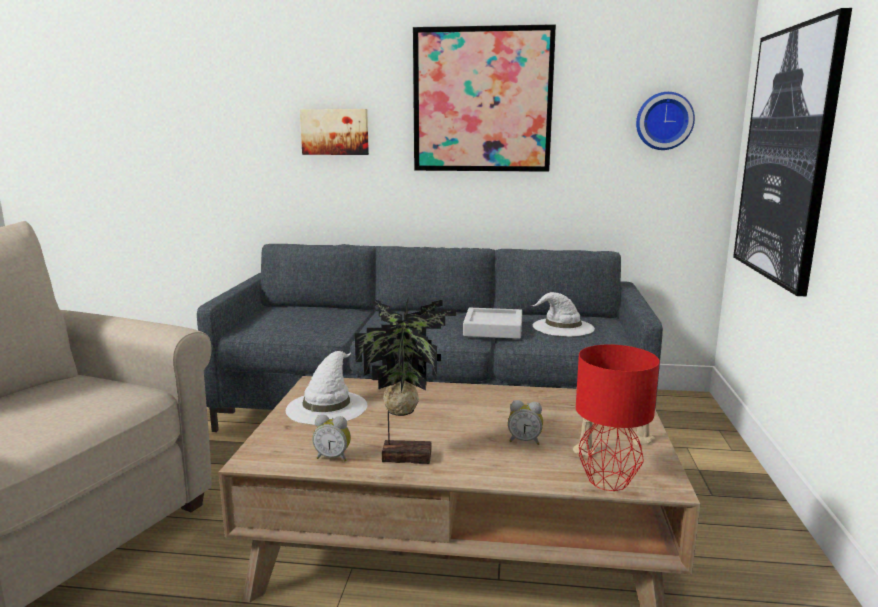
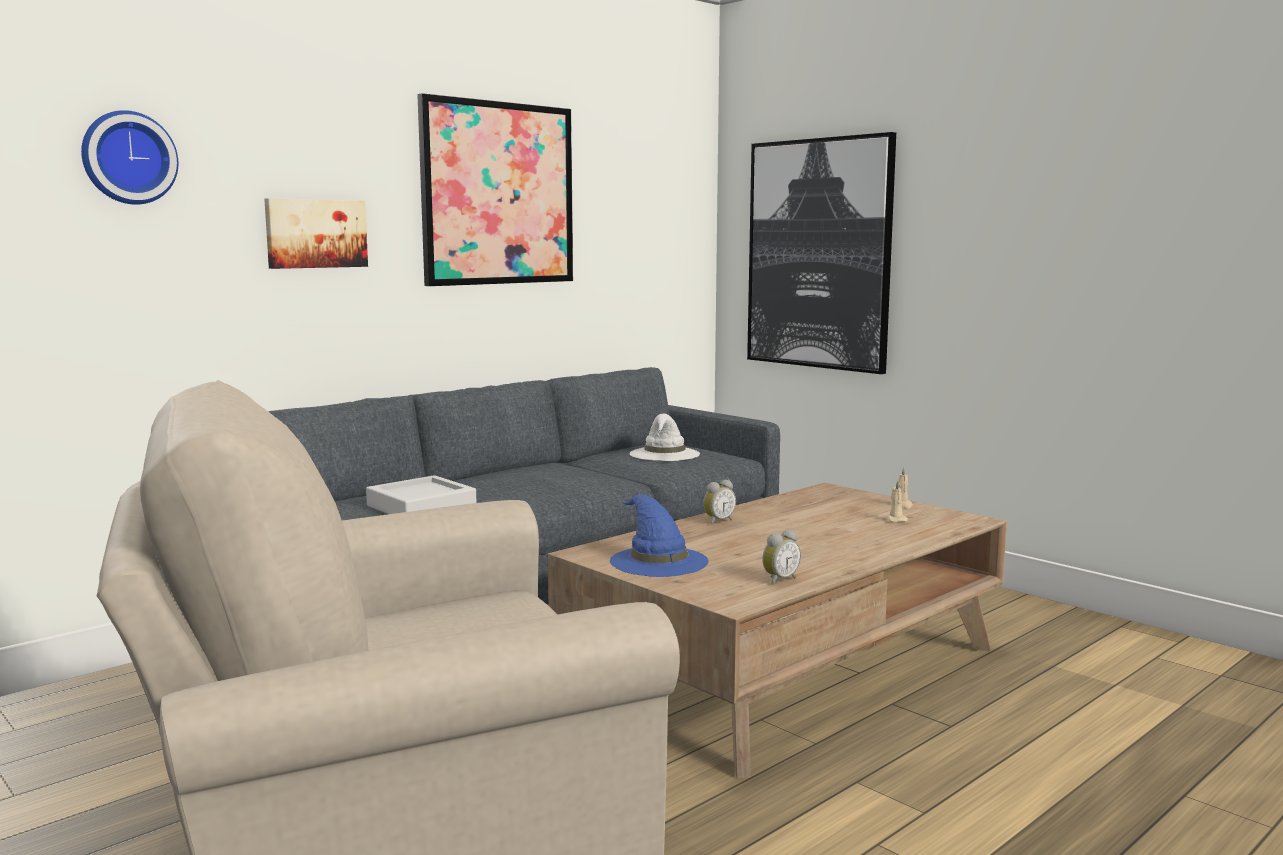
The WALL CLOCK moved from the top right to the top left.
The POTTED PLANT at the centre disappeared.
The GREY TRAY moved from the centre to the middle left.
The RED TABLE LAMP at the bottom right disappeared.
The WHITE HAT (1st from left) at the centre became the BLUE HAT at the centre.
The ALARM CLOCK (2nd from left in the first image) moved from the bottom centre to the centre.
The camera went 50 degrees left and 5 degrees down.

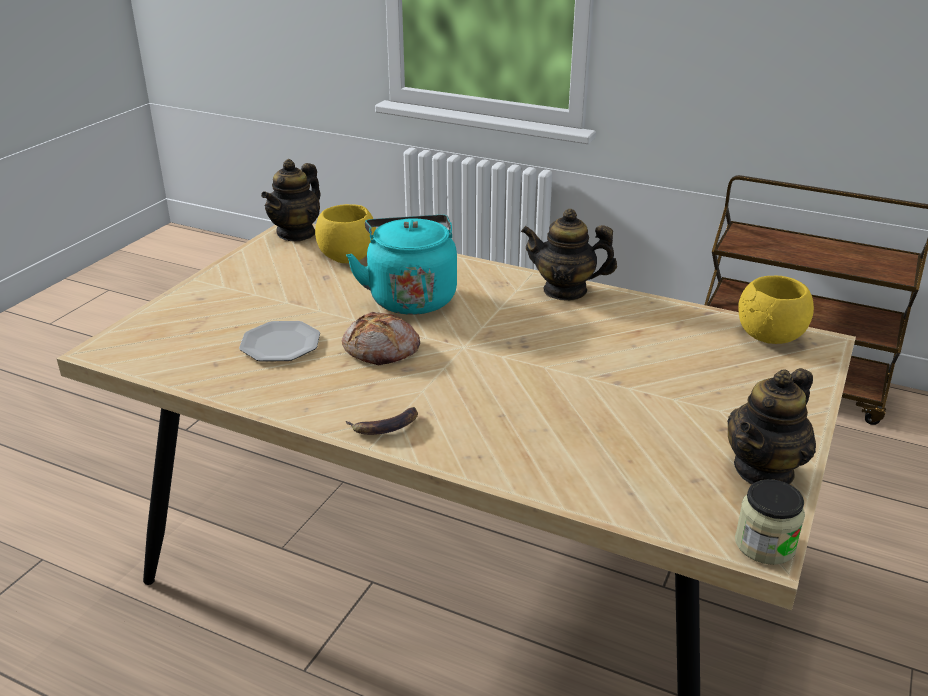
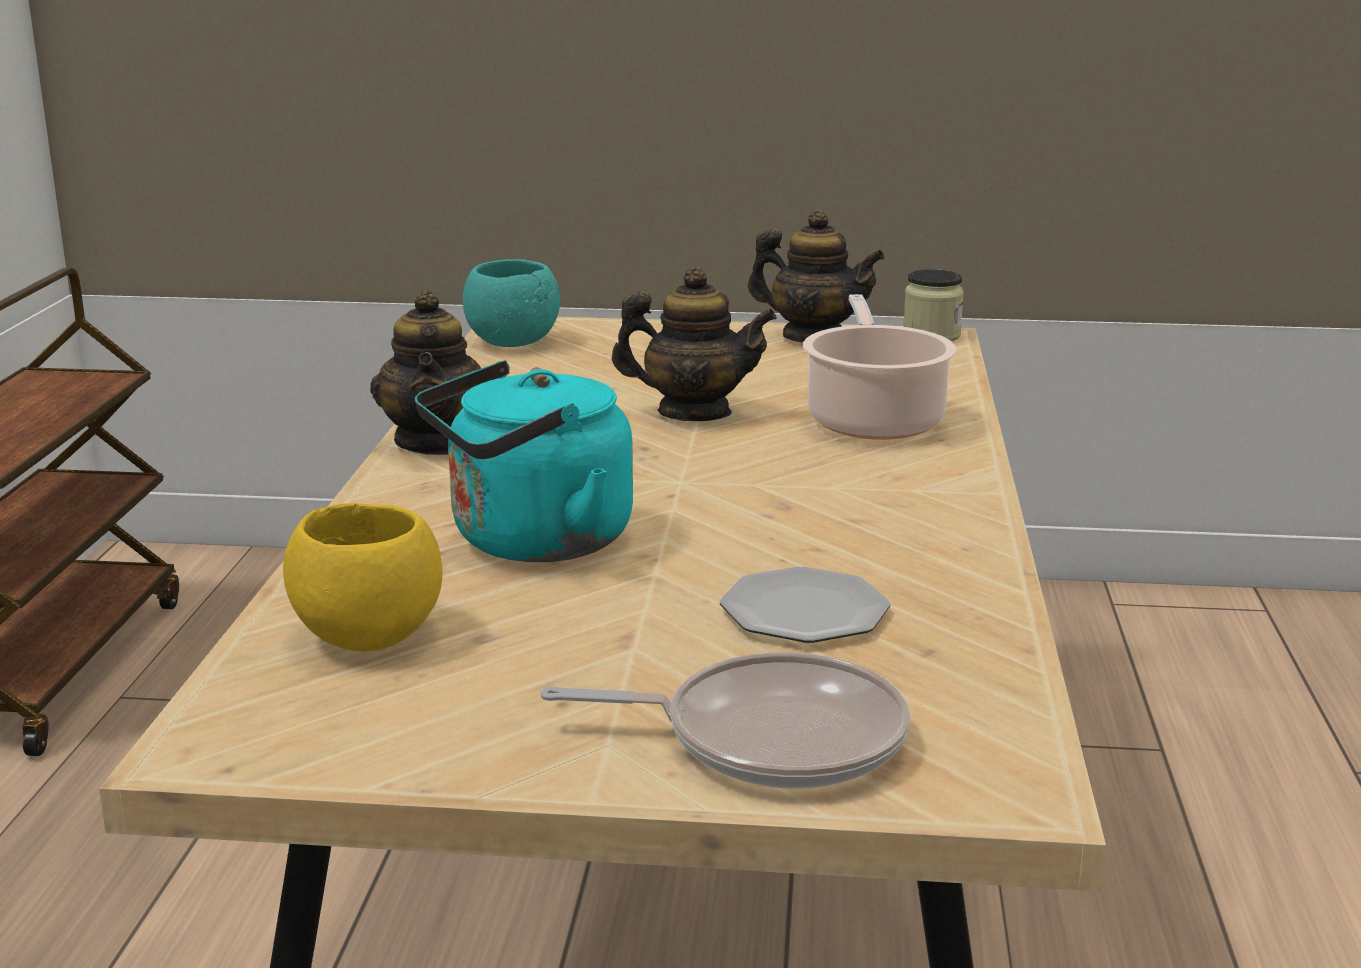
The TEAPOT (1st from left in the first image) moved from the top left to the centre.
The YELLOW BOWL (2nd from left) at the middle right became the TURQUOISE BOWL at the top centre.
The BREAD at the centre disappeared.
The BANANA at the centre disappeared.
The COOKING POT at the centre appeared.
The FRYING PAN at the bottom centre appeared.
The camera went 110 degrees left and 10 degrees down.

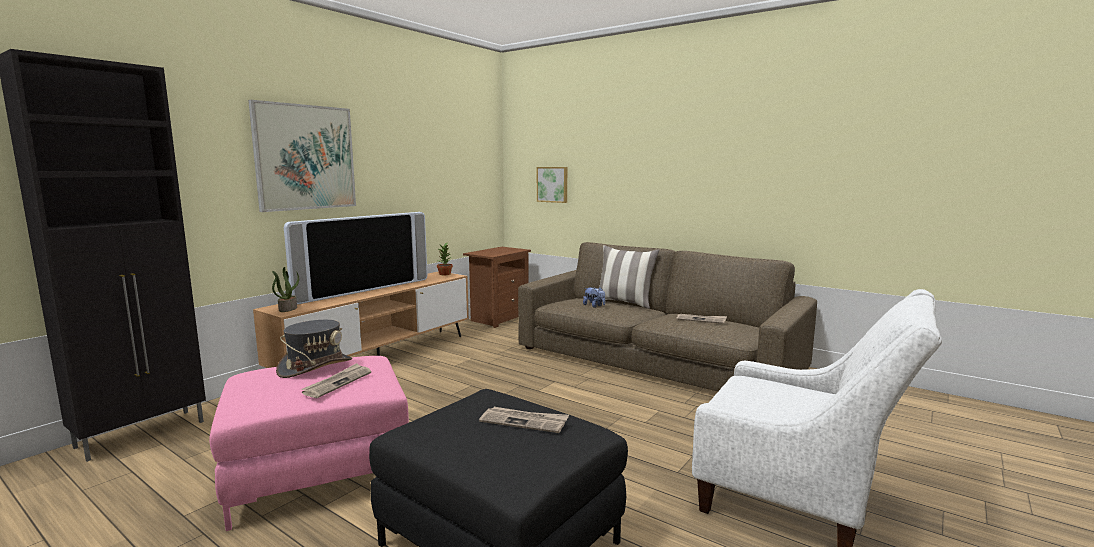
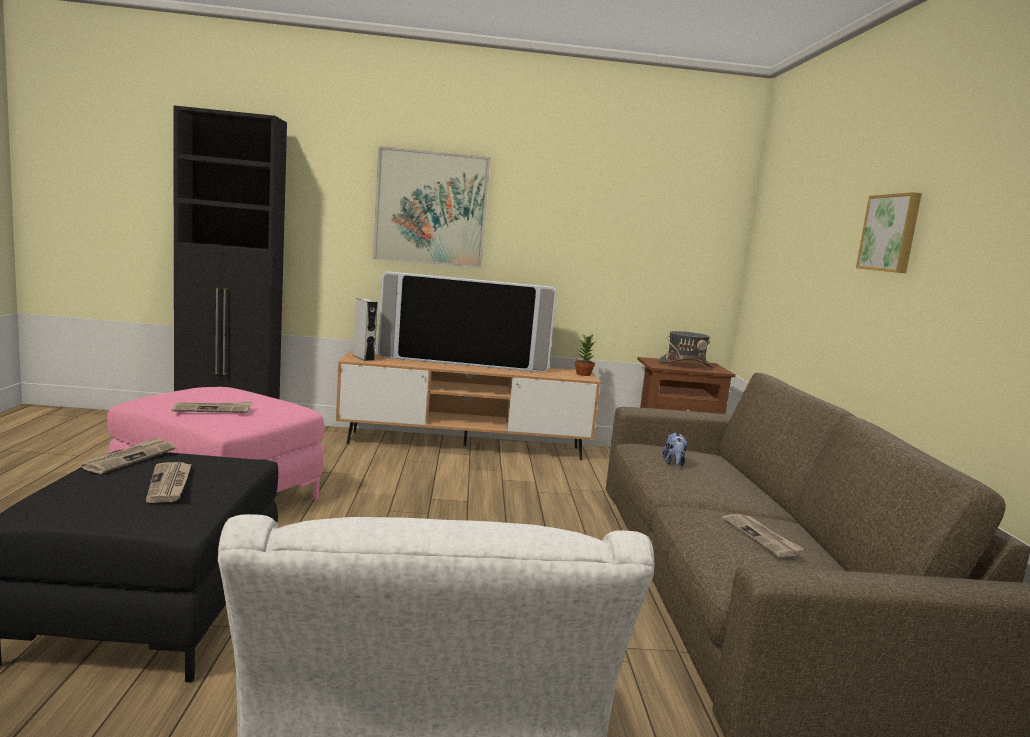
The PICTURE (2nd from left) moved from the centre to the top right.
The PILLOW at the centre disappeared.
The POTTED PLANT (1st from left) at the middle left was replaced by the GREY SPEAKER at the centre.
The GREY HAT moved from the middle left to the centre.
The NEWSPAPER (1st from left) at the middle left appeared.
The camera went 50 degrees right and 0 degrees up.

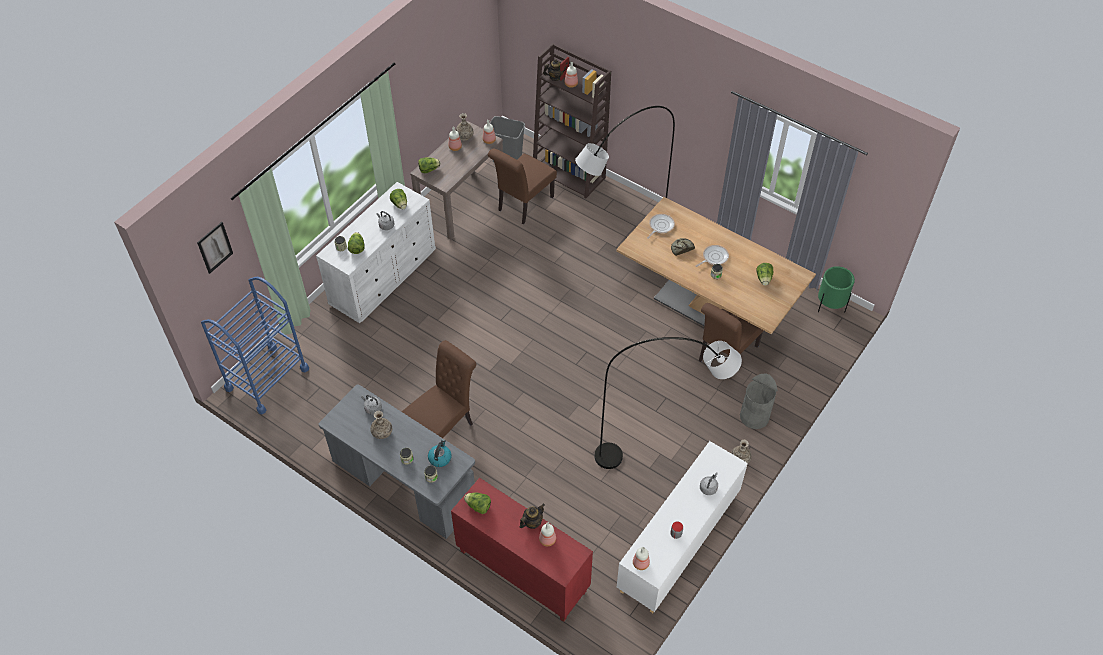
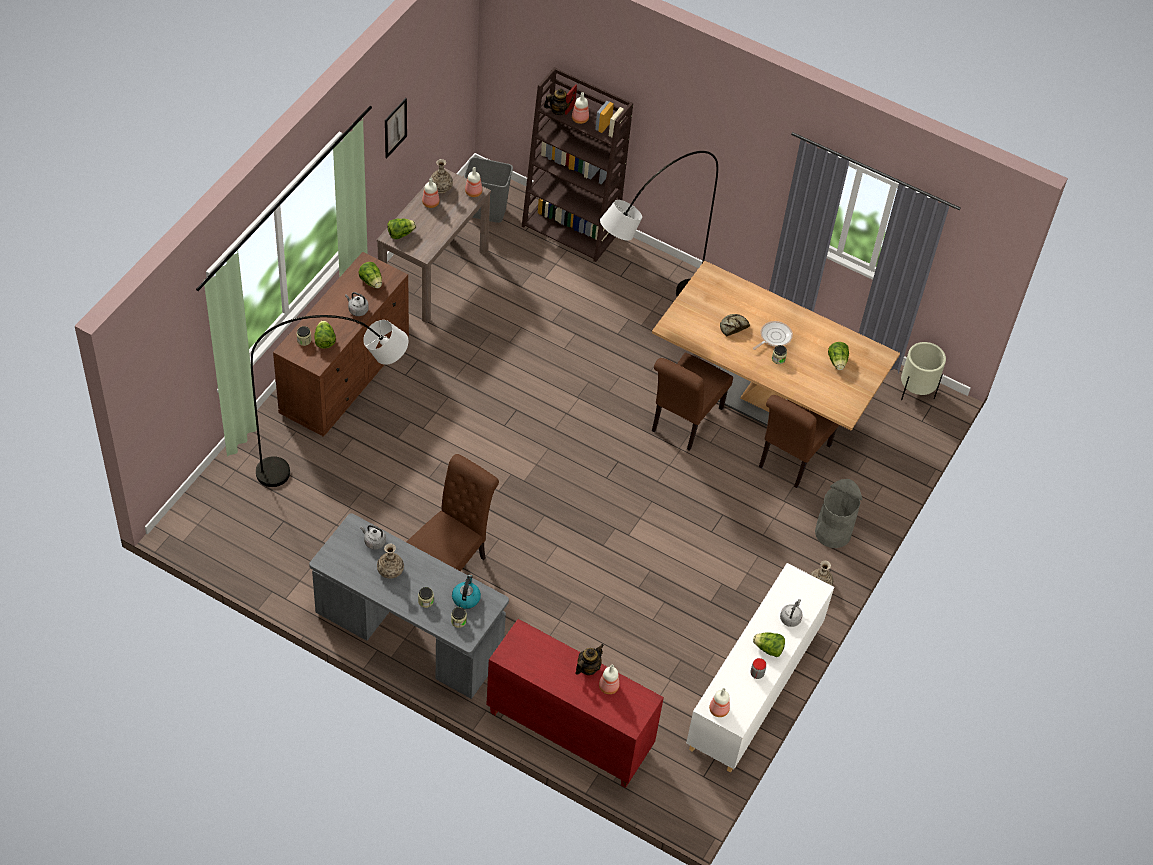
The BROWN CHAIR (2nd from left) moved from the top centre to the centre.
The WHITE DRESSER at the centre became the BROWN DRESSER at the middle left.
The FRYING PAN (1st from left) at the centre disappeared.
The PICTURE moved from the middle left to the top centre.
The GREEN PLANTER at the middle right became the BEIGE PLANTER at the middle right.
The BLUE CART at the middle left disappeared.
The GREY FLOOR LAMP (2nd from left in the first image) moved from the centre to the middle left.
The LETTUCE (4th from left) moved from the bottom centre to the bottom right.
The camera went 10 degrees left and 0 degrees up.

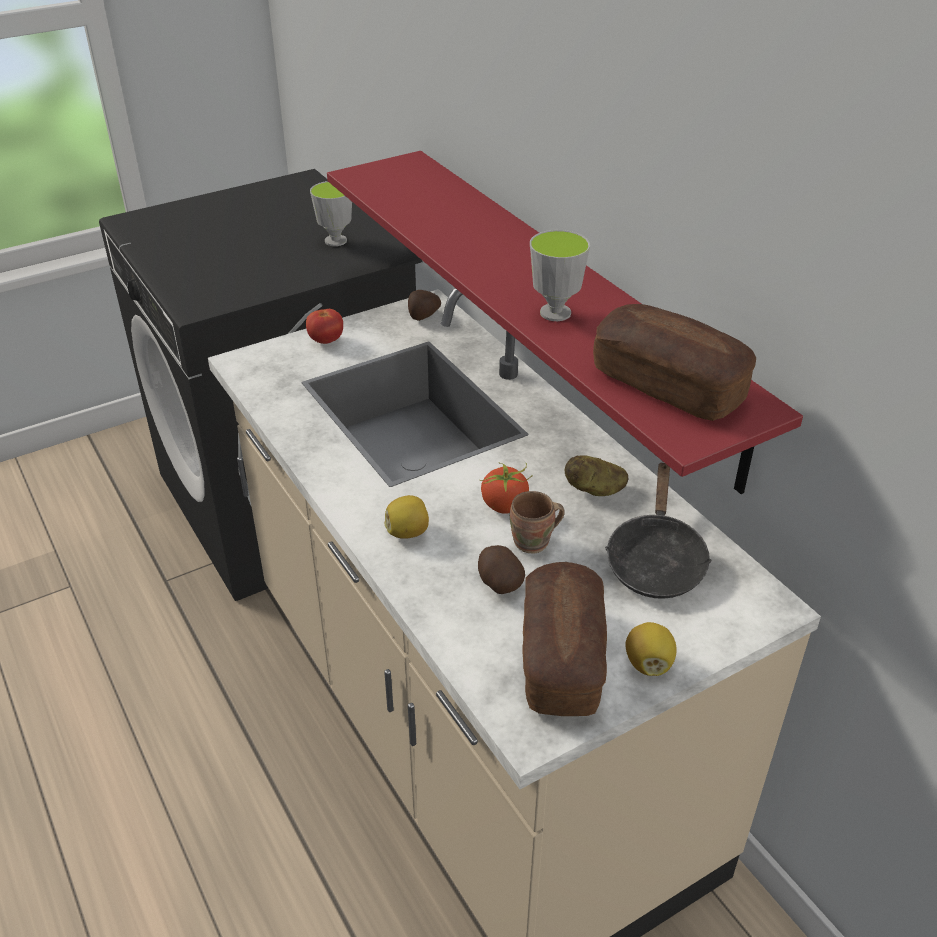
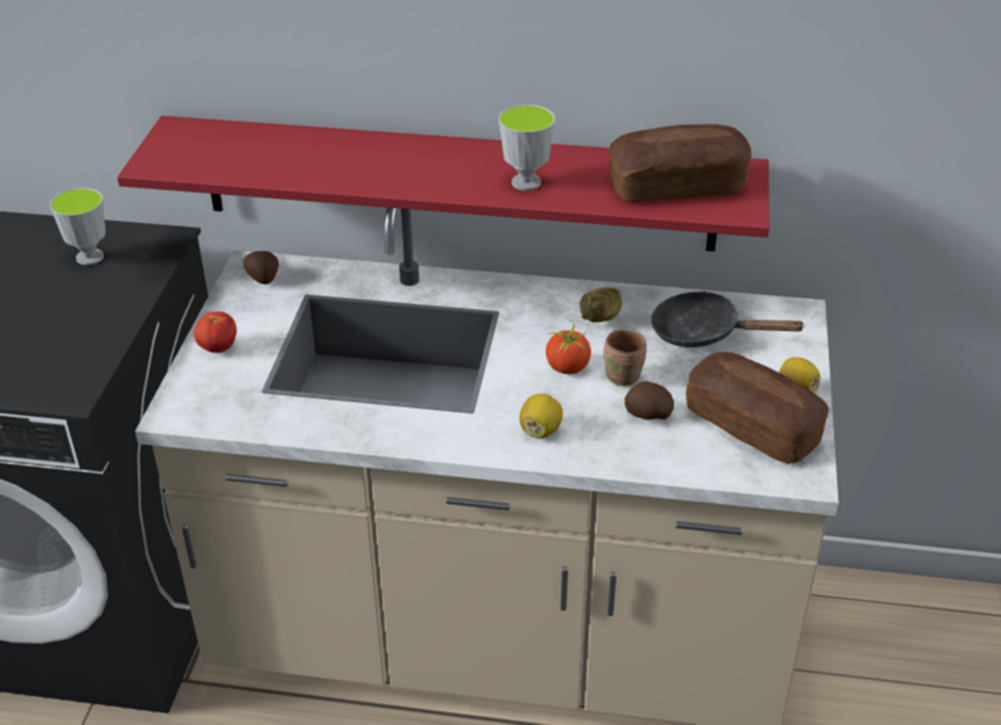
The BLACK FRYING PAN at the middle right turned 150 degrees clockwise.
The camera went 50 degrees left and 0 degrees up.

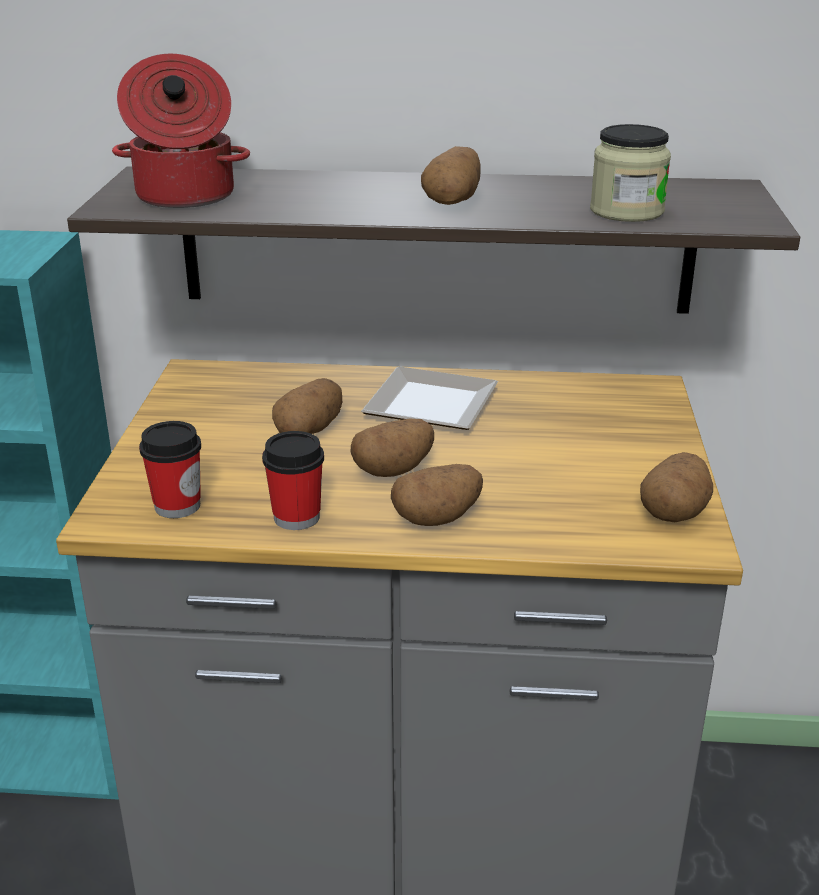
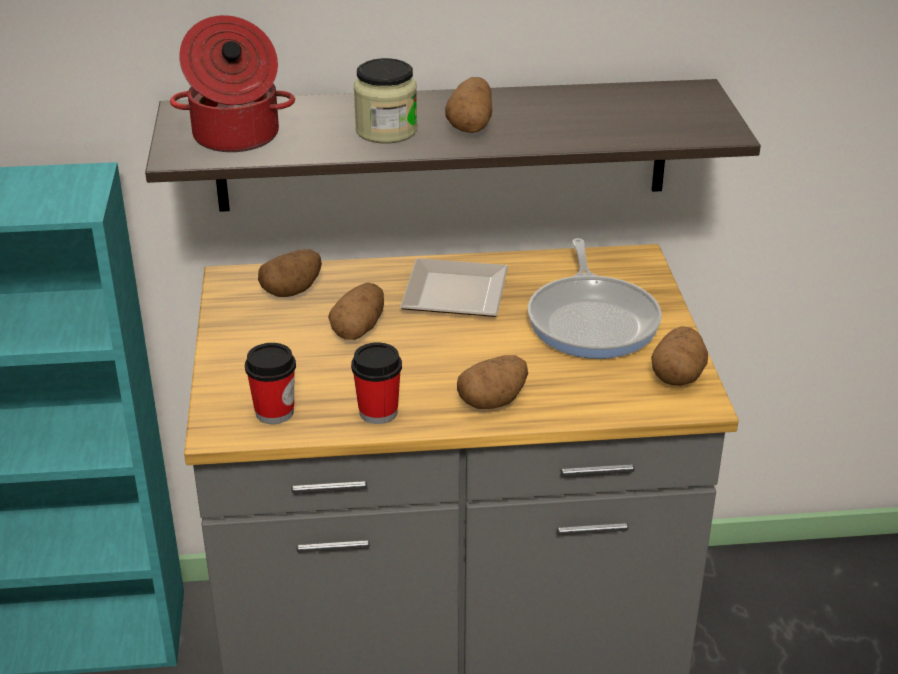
The JAR moved from the top right to the top centre.
The POTATO (2nd from left in the first image) moved from the centre to the middle left.
The FRYING PAN at the centre appeared.
The camera went 10 degrees left and 5 degrees up.

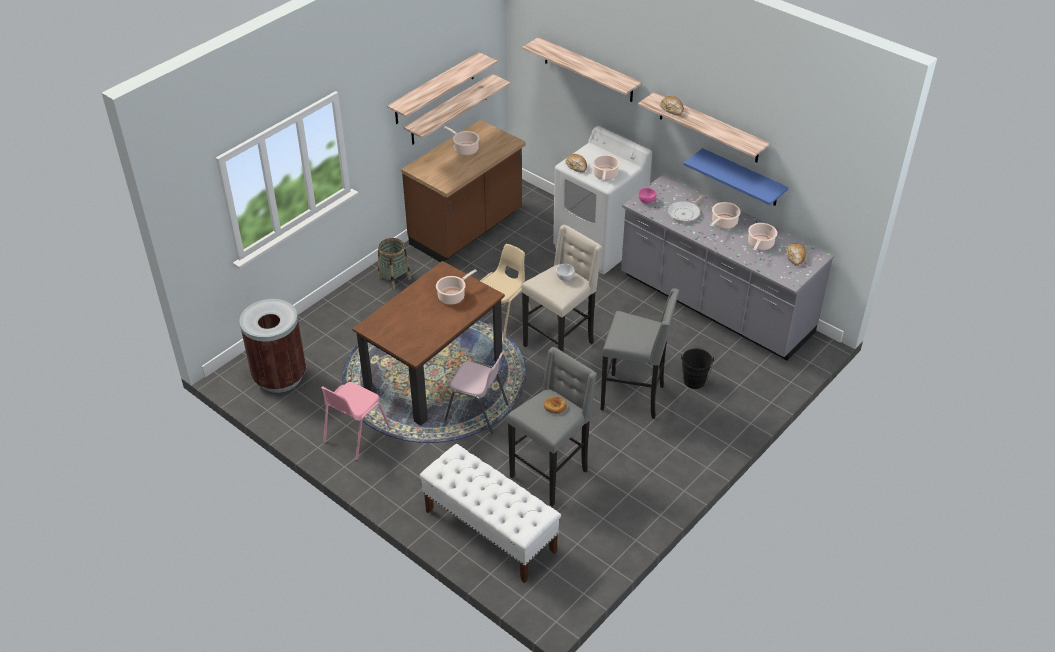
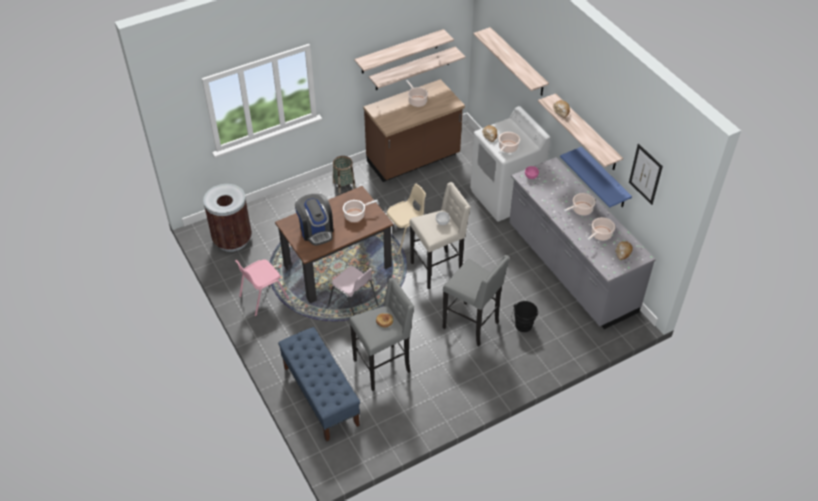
The FRYING PAN at the top centre disappeared.
The WHITE BENCH at the bottom centre became the BLUE BENCH at the bottom centre.
The PICTURE at the middle right appeared.
The COFFEE MACHINE at the centre appeared.
The camera went 20 degrees right and 5 degrees up.

